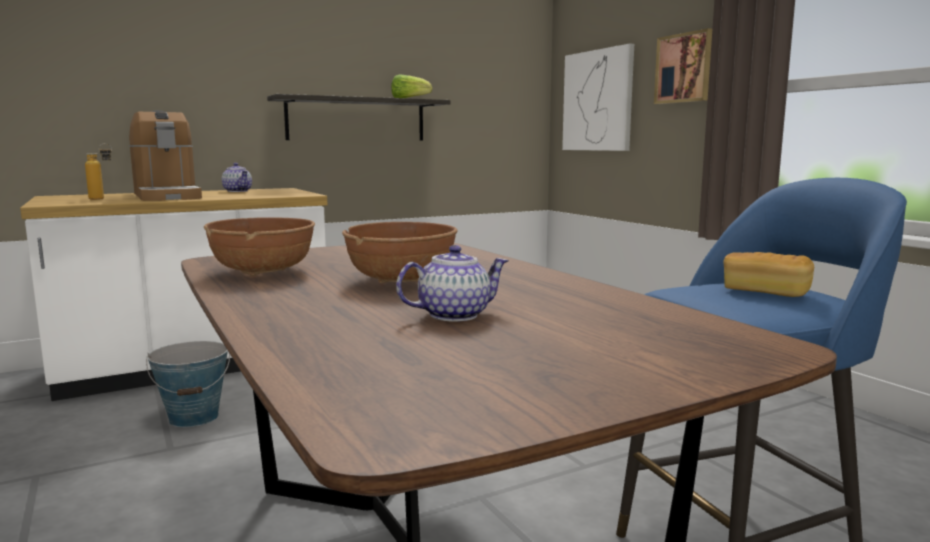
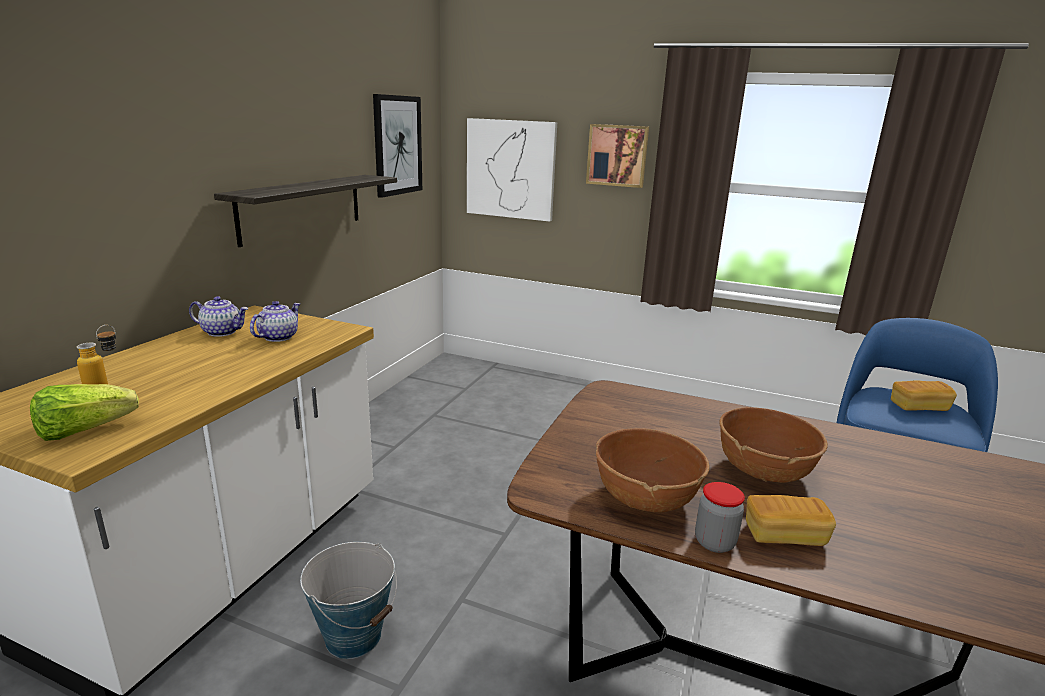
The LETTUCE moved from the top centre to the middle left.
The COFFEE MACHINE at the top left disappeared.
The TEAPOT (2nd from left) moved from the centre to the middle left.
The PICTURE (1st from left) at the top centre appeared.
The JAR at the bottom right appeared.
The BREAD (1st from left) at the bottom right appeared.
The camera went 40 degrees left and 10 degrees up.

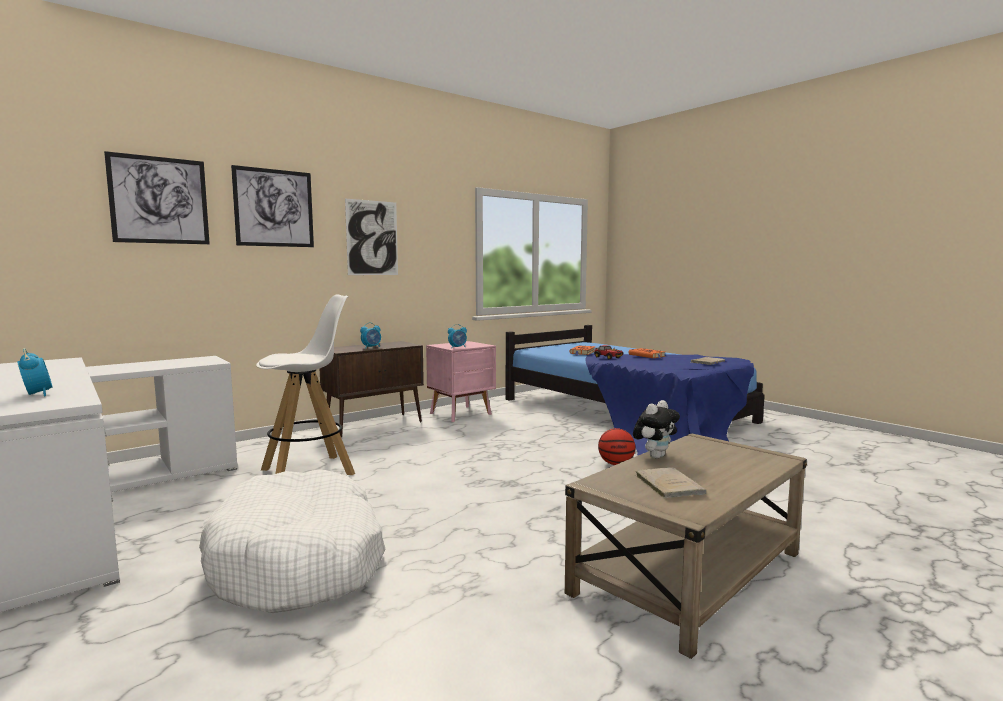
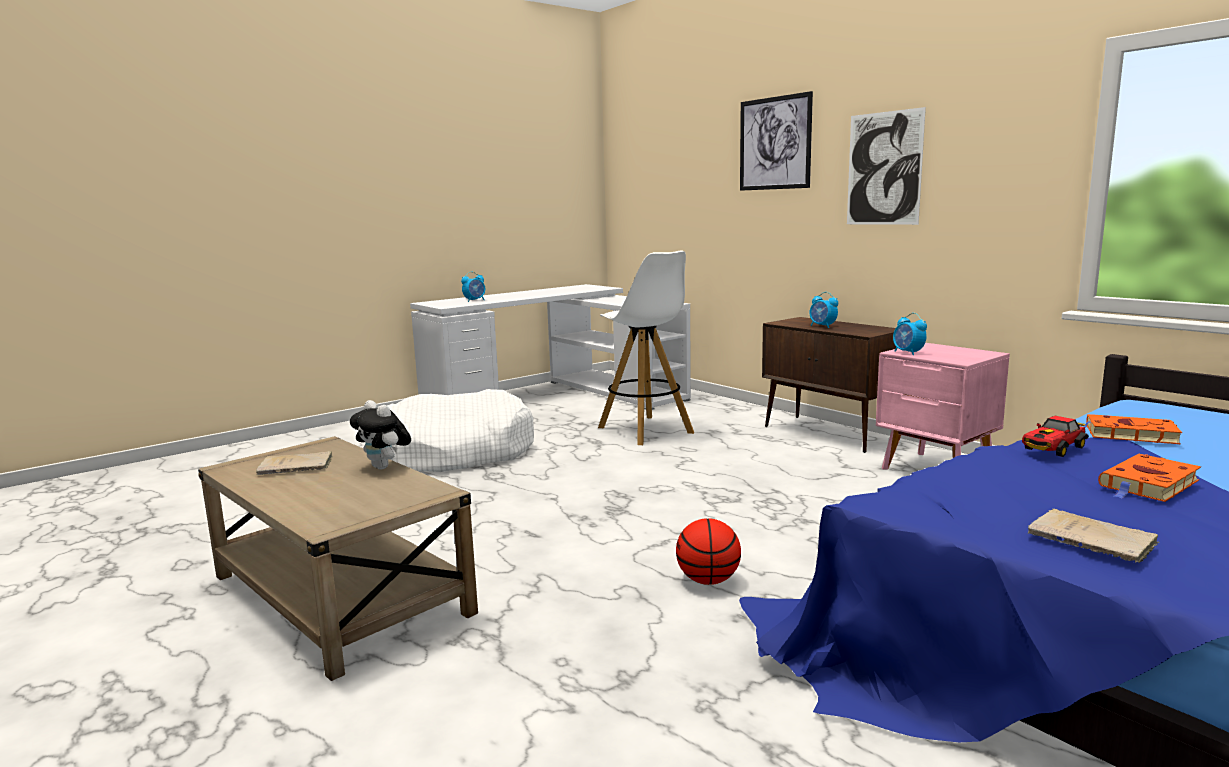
The PICTURE (1st from left) at the top left disappeared.
The camera went 90 degrees right and 5 degrees up.

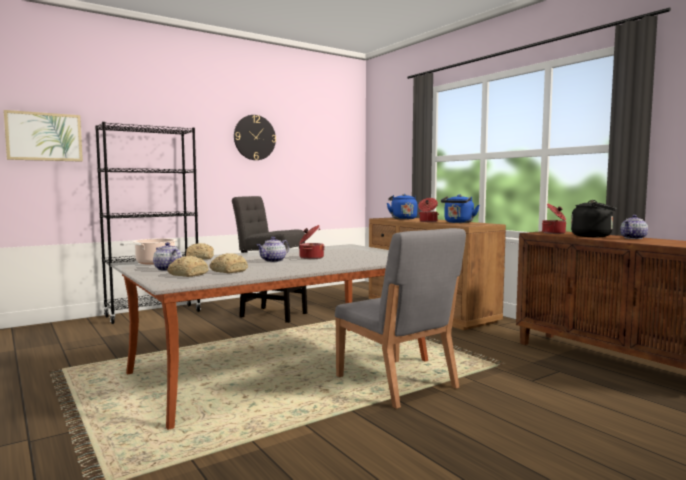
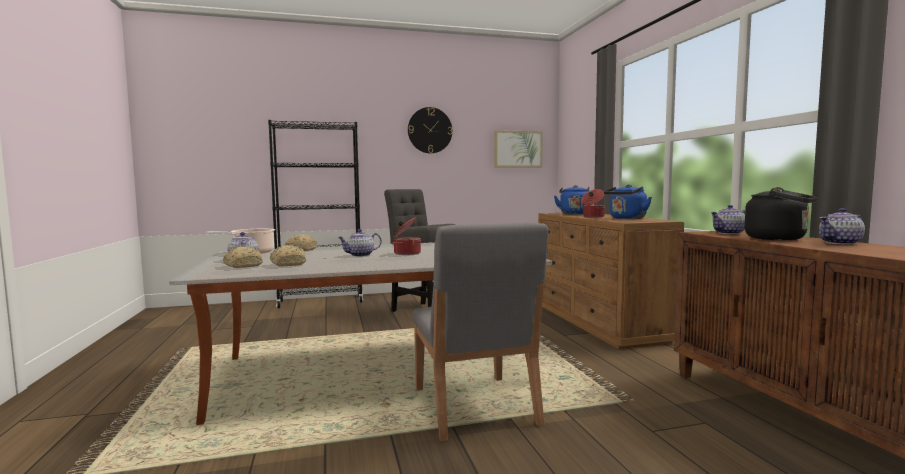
The PICTURE moved from the top left to the top centre.
The COOKING POT (4th from left) at the middle right was replaced by the TEAPOT (3rd from left) at the middle right.
The camera went 20 degrees right and 0 degrees up.

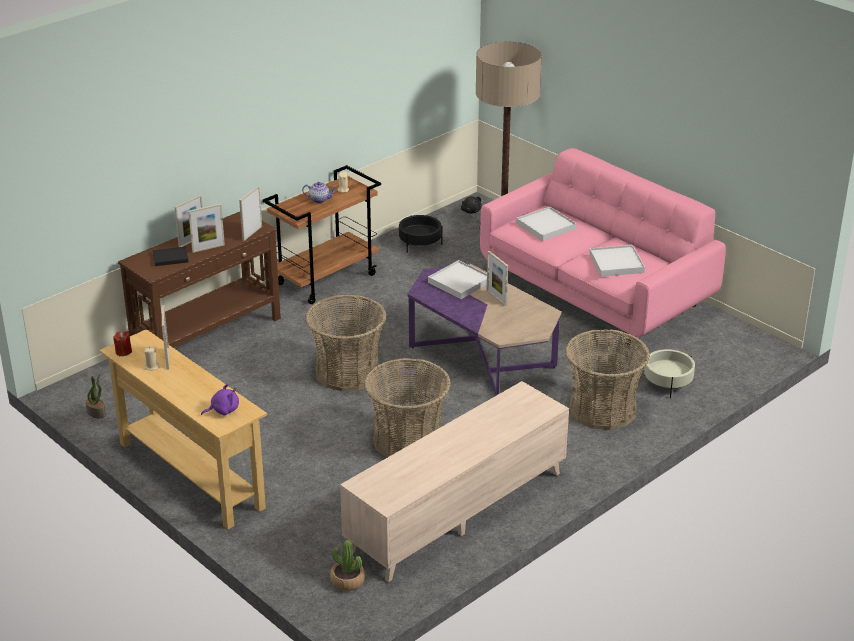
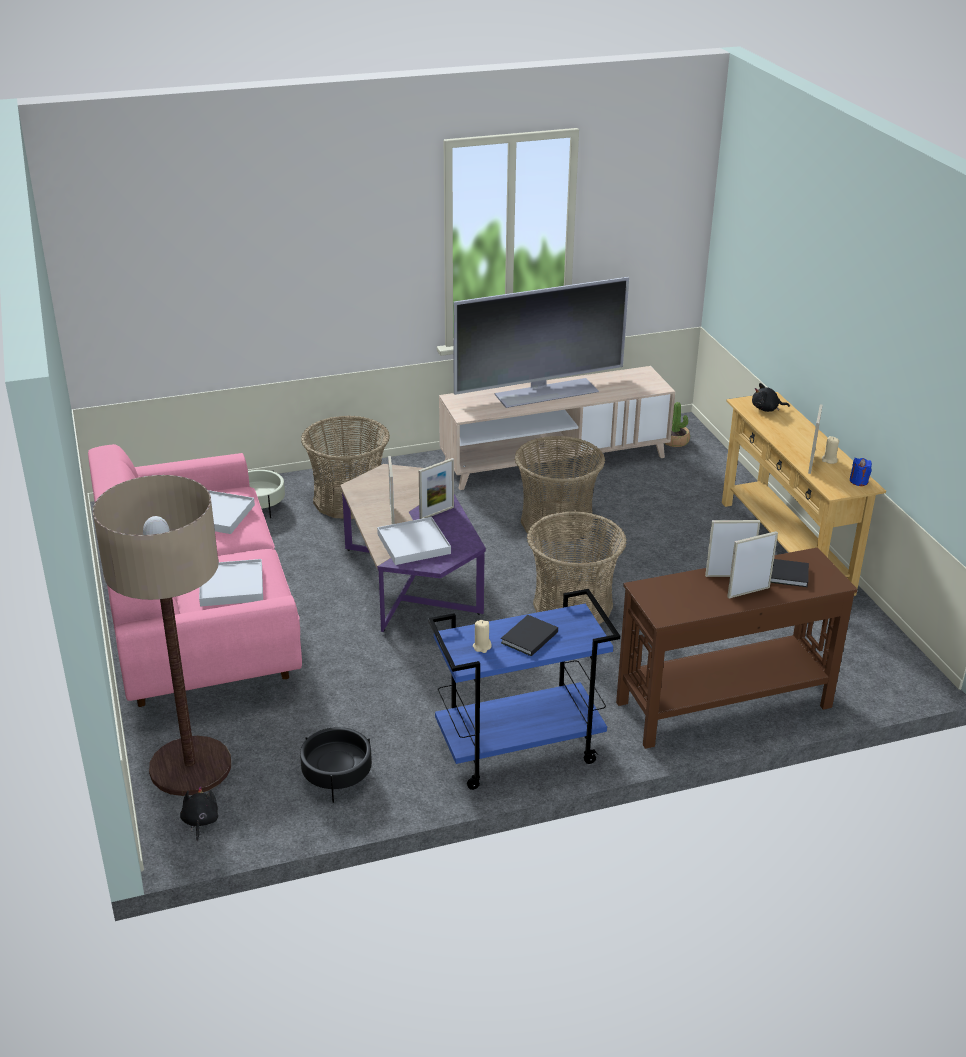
The BROWN CART at the centre became the BLUE CART at the centre.
The TEAPOT at the top centre was replaced by the BLACK BOOK (1st from left) at the centre.
The PICTURE FRAME (4th from left in the first image) moved from the top left to the centre.
The RED CANDLE at the middle left became the BLUE CANDLE at the middle right.
The POTTED PLANT (1st from left) at the middle left disappeared.
The PURPLE PLUSH TOY at the middle left became the BLACK PLUSH TOY (2nd from left) at the middle right.
The TELEVISION at the top centre appeared.
The camera went 155 degrees left and 0 degrees up.

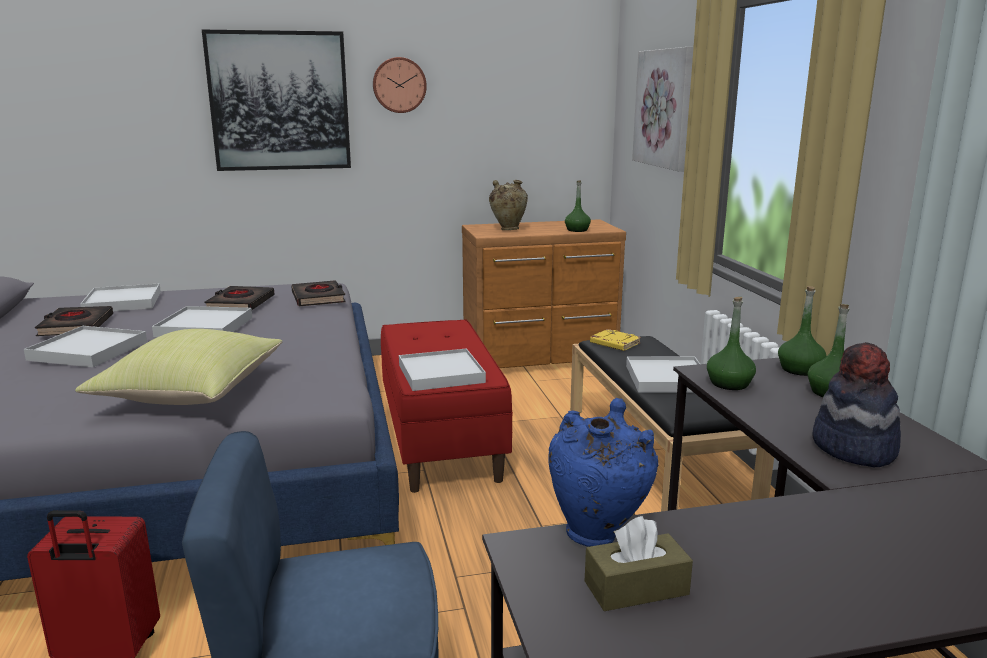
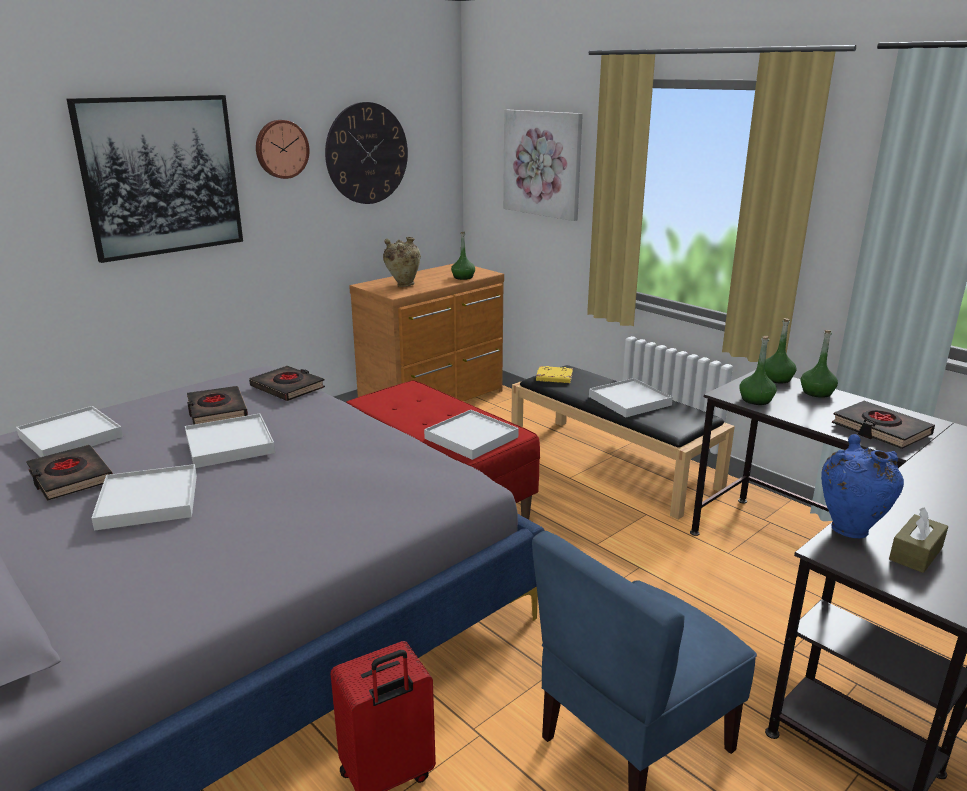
The YELLOW PILLOW at the middle left disappeared.
The HAT at the middle right was replaced by the BLACK BOOK (4th from left) at the middle right.
The WALL CLOCK (2nd from left) at the top centre appeared.
The camera went 30 degrees left and 5 degrees up.

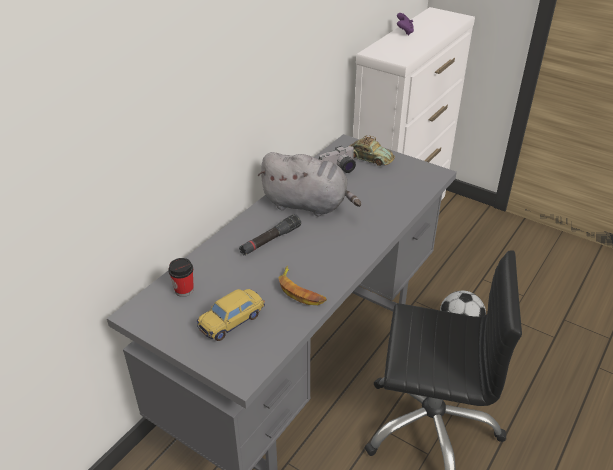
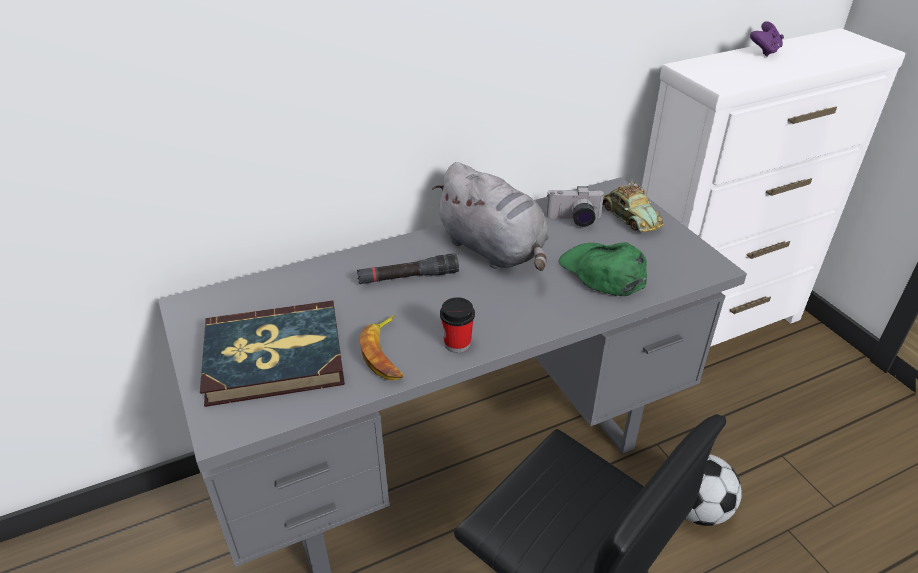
The CUP moved from the middle left to the centre.
The TOY CAR (1st from left) at the bottom centre was replaced by the BOOK at the middle left.
The GREEN CAP at the centre appeared.
The camera went 30 degrees right and 0 degrees up.

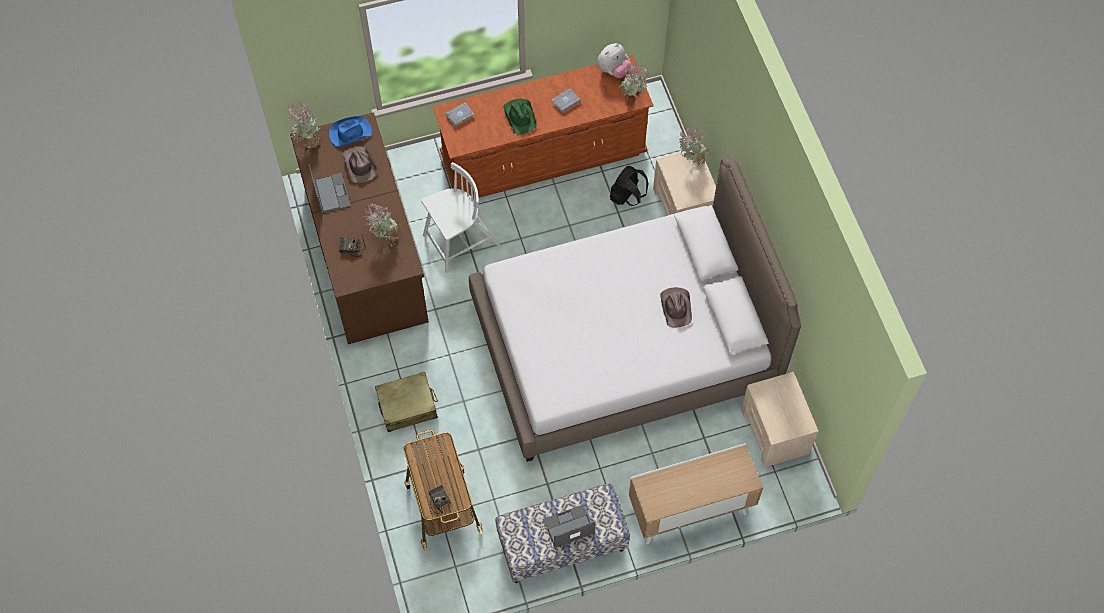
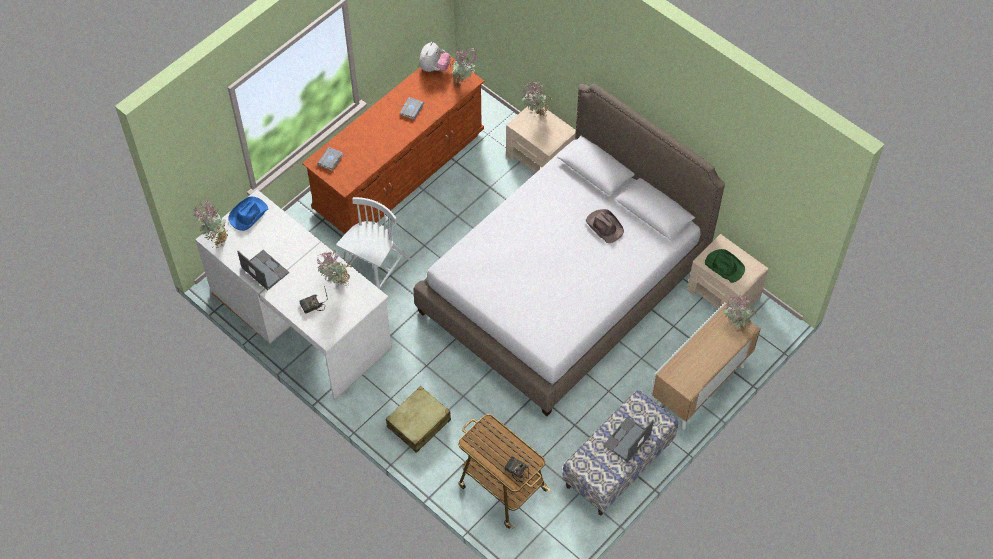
The GREEN HAT moved from the top centre to the middle right.
The BROWN DESK at the middle left became the WHITE DESK at the middle left.
The BROWN HAT (1st from left) at the top left disappeared.
The BLACK BACKPACK at the top centre disappeared.
The POTTED PLANT (5th from left) at the middle right appeared.
The camera went 30 degrees left and 5 degrees down.

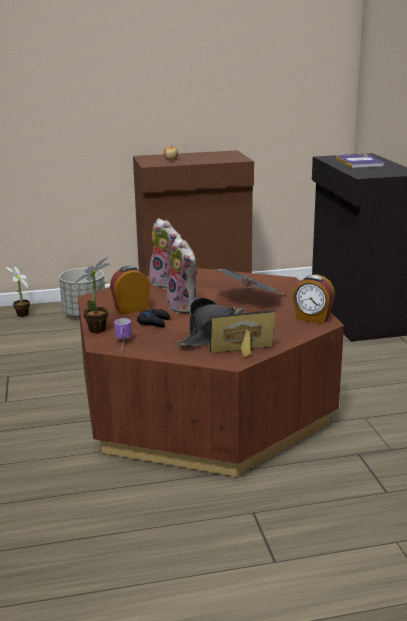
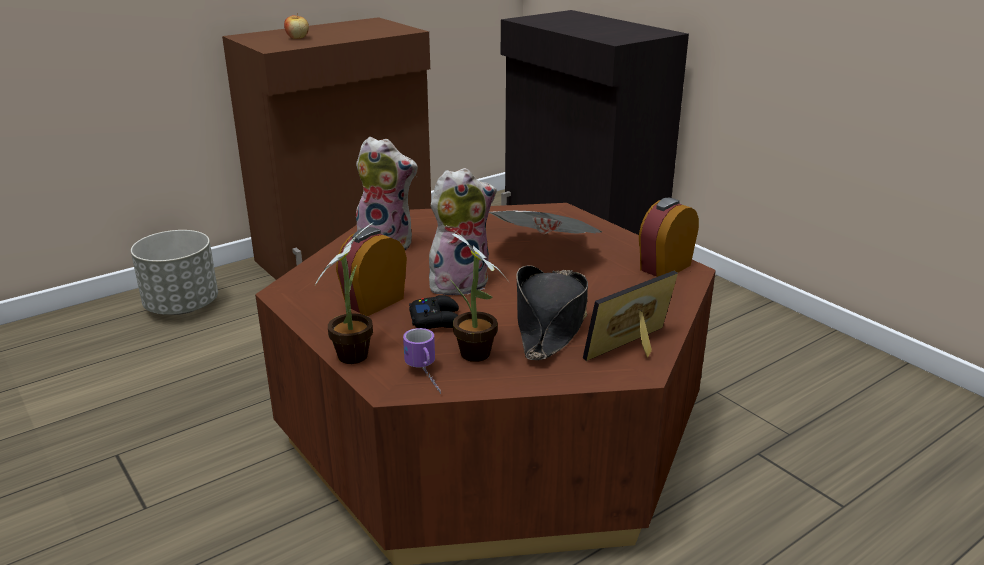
The BOOK at the top right disappeared.
The PLUSH TOY (2nd from left) at the centre turned 60 degrees counterclockwise.
The POTTED PLANT (1st from left in the first image) moved from the middle left to the centre.
The ALARM CLOCK (2nd from left) at the middle right turned 135 degrees clockwise.
The camera went 25 degrees left and 5 degrees up.

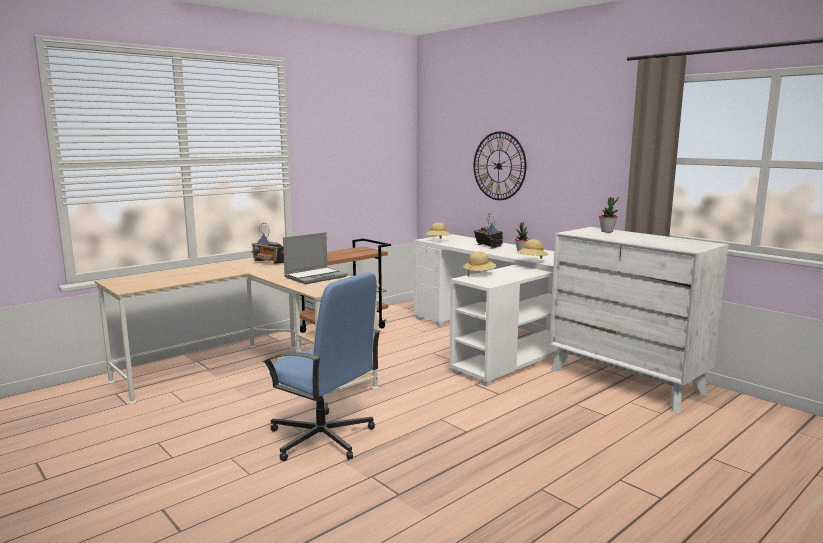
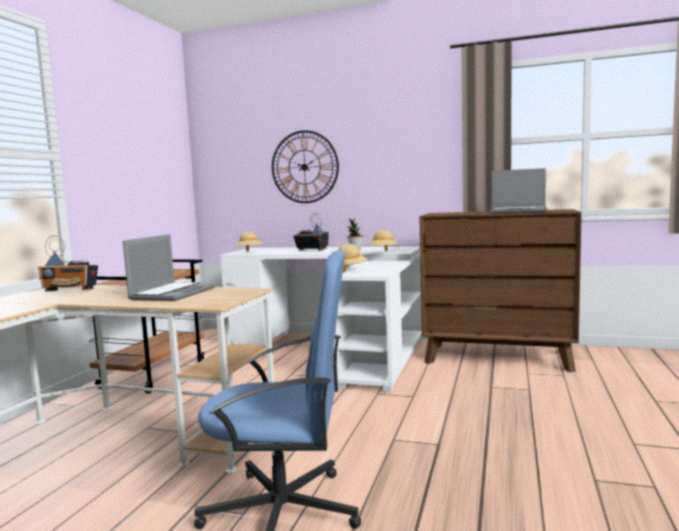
The POTTED PLANT (2nd from left) at the middle right disappeared.
The WHITE DRESSER at the middle right became the BROWN DRESSER at the middle right.
The LAPTOP (2nd from left) at the middle right appeared.
The camera went 30 degrees left and 5 degrees down.

